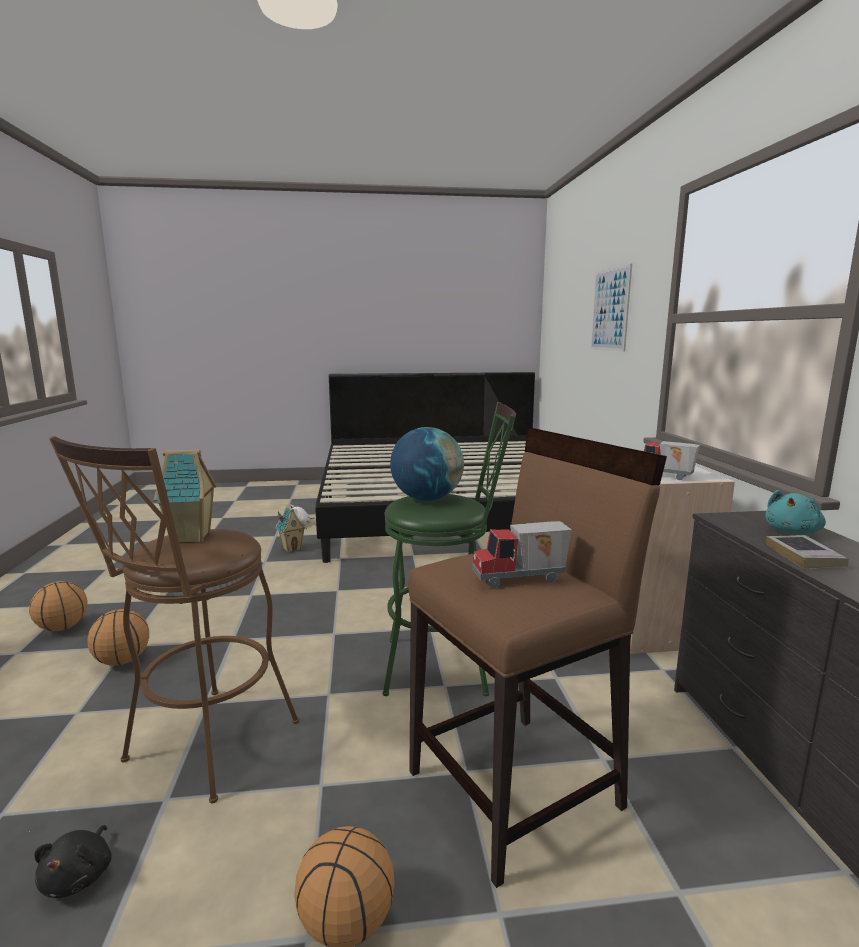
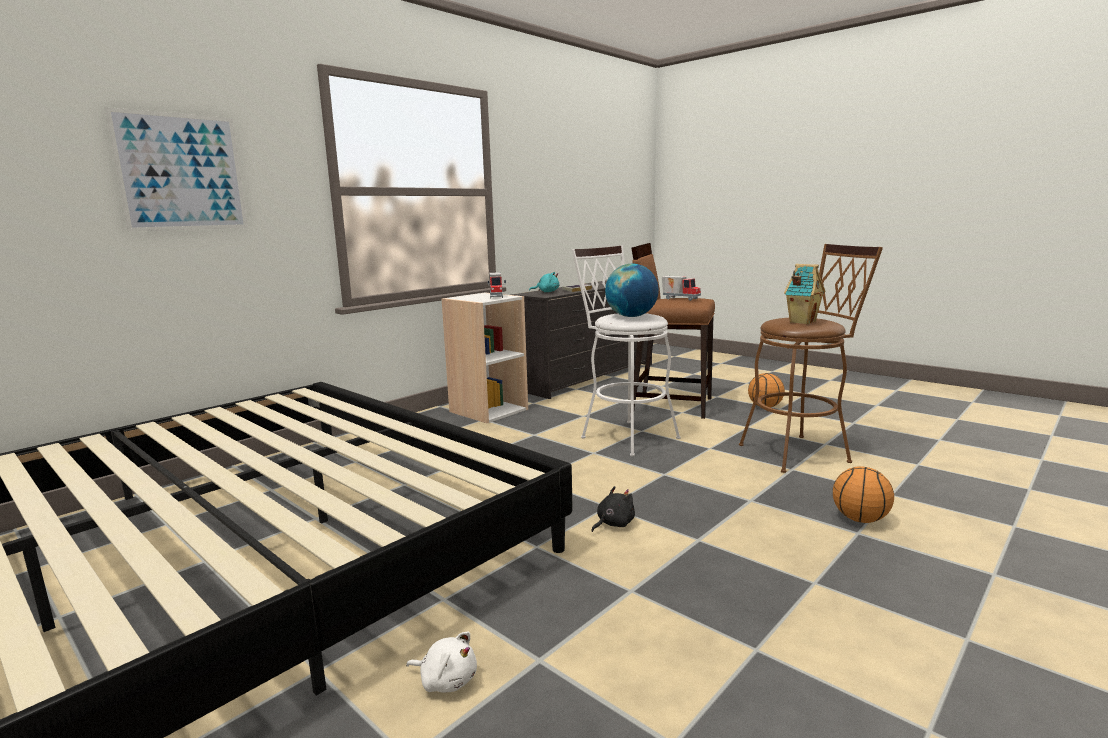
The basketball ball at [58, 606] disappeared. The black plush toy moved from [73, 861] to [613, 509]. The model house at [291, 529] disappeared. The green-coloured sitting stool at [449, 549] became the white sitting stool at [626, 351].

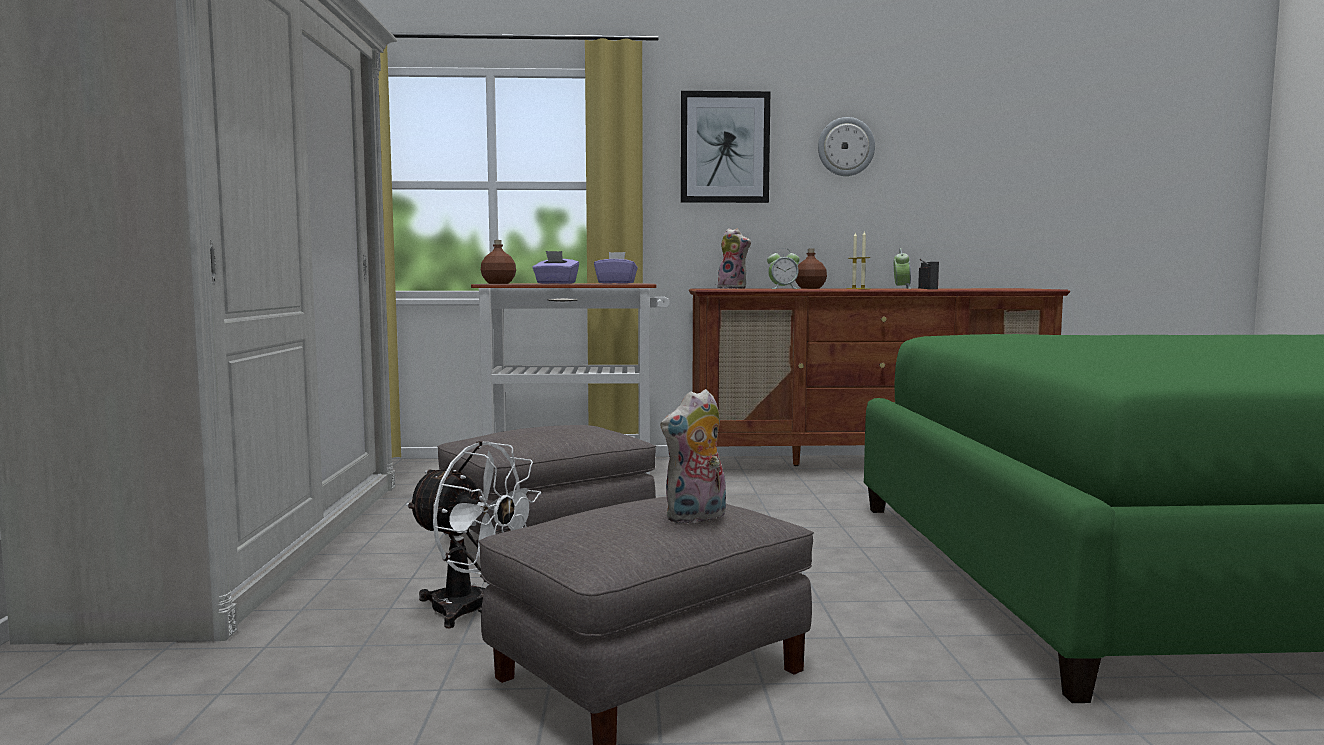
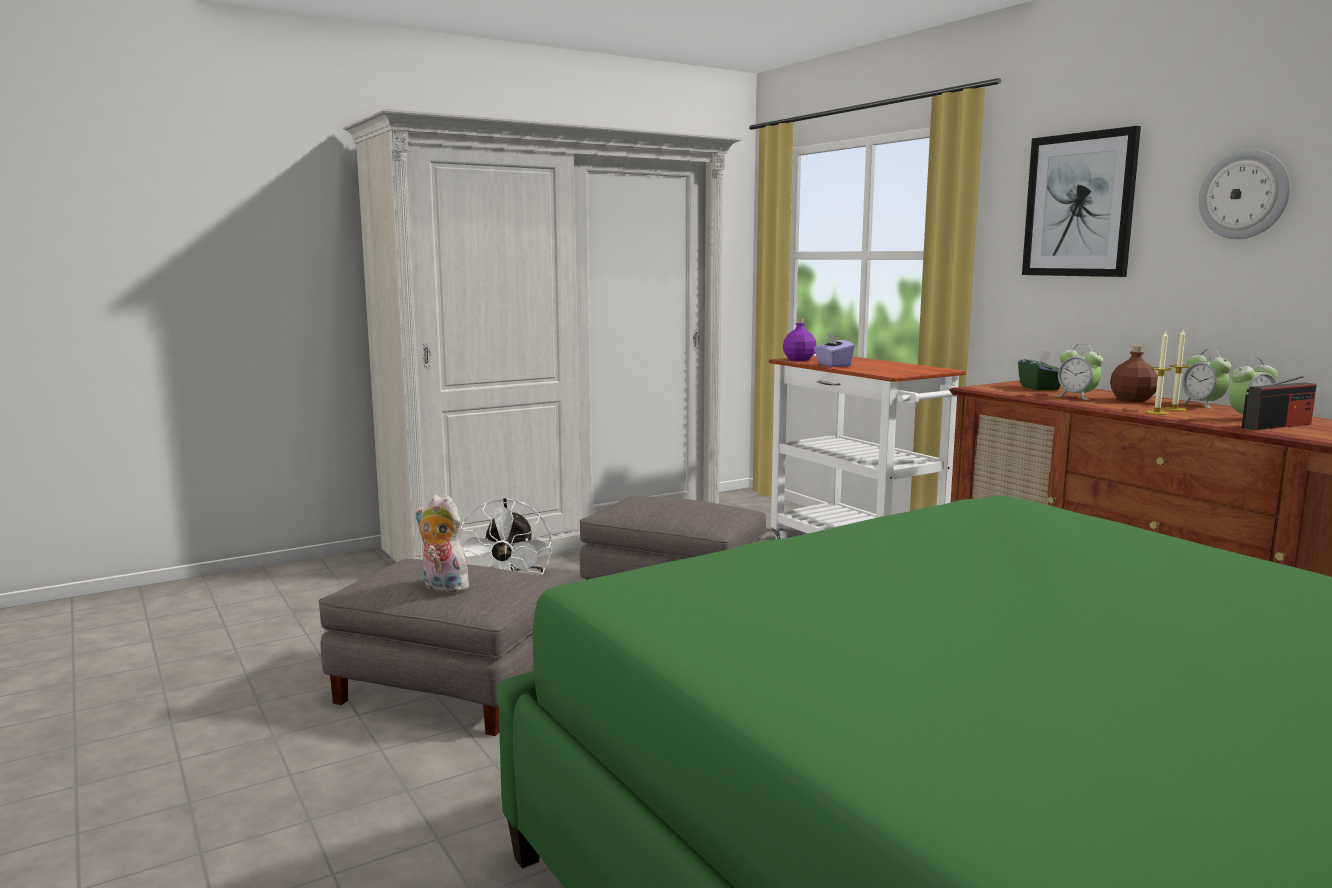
The brownish drink bottle at [498, 262] became the purplish drink bottle at [799, 339]. The purplish tissue box at [616, 268] disappeared. The plush toy at [734, 258] was replaced by the green-coloured tissue box at [1039, 370]. The table clock at [1205, 379] appeared.

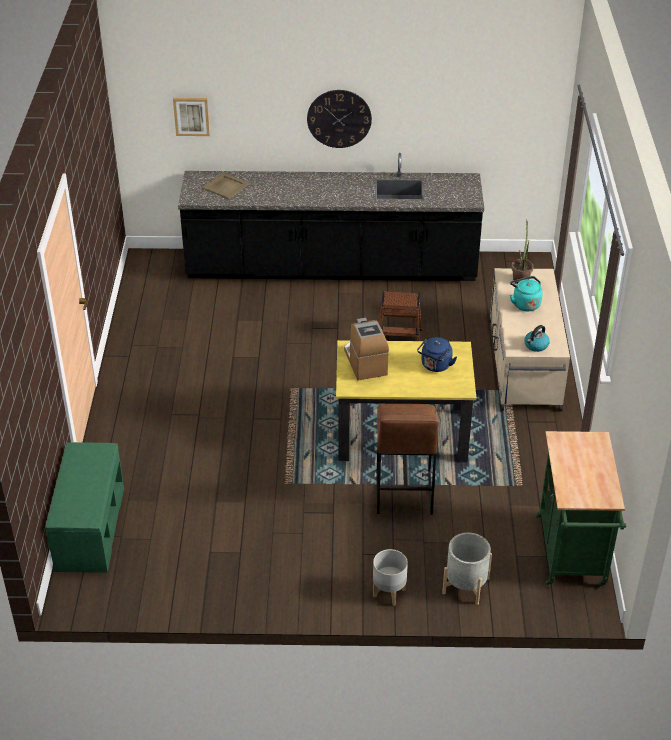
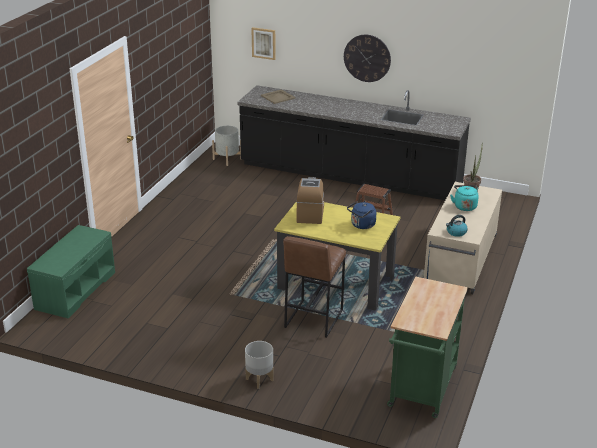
The grey planter moved from [467, 568] to [227, 146].

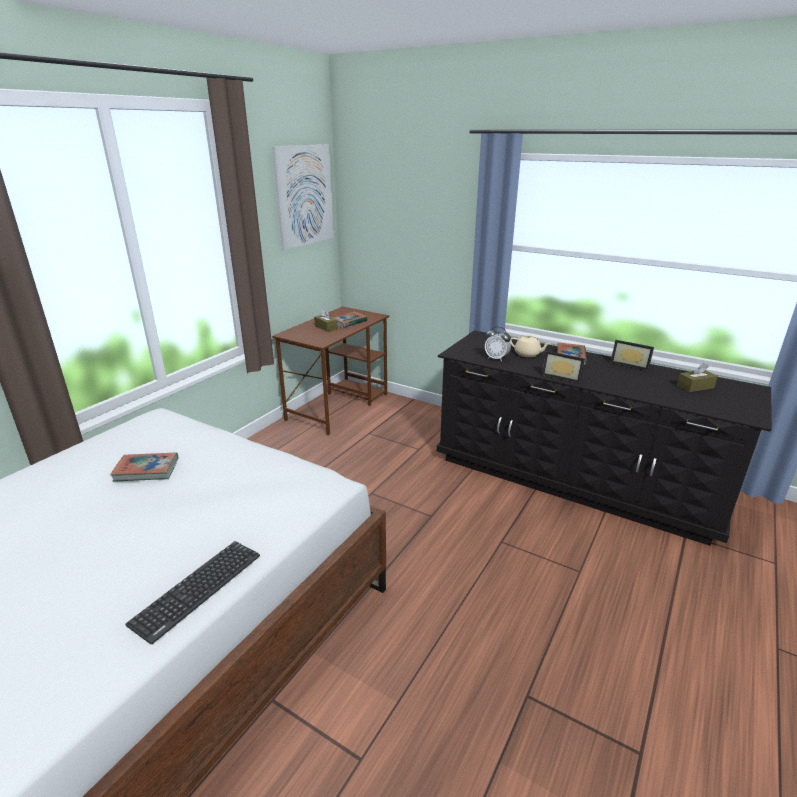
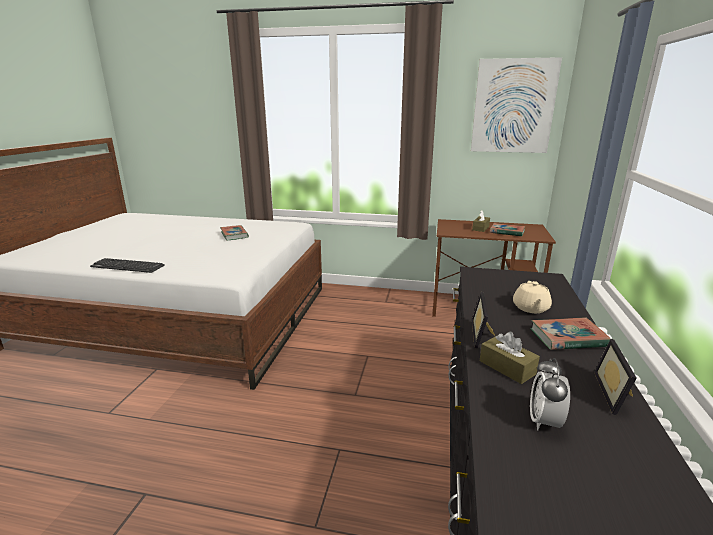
The table clock moved from [498, 344] to [550, 394]. The brownish tissue box moved from [697, 377] to [510, 358].

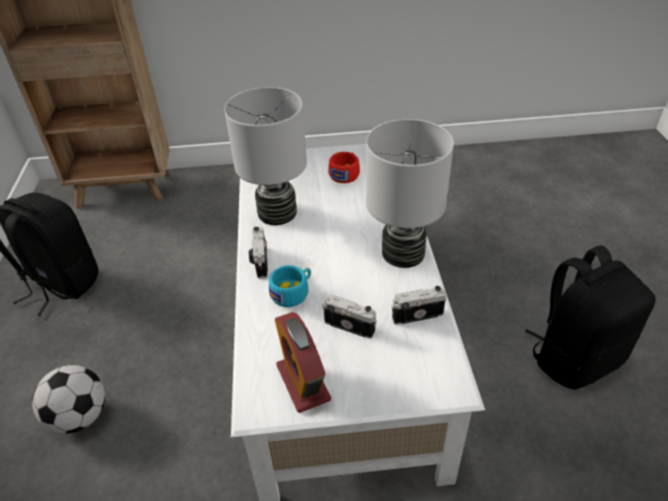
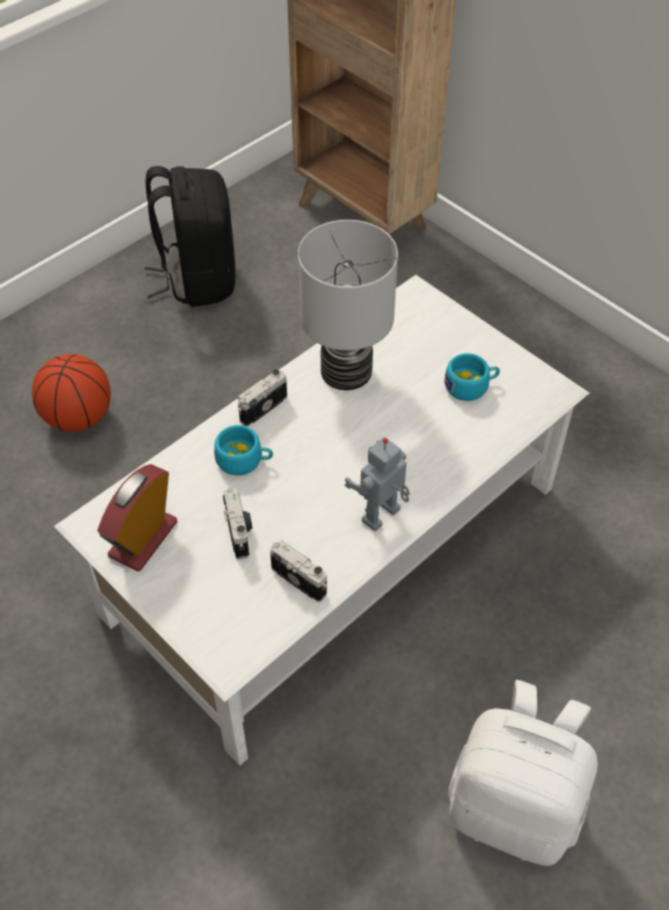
The football ball at [68, 399] was replaced by the basketball ball at [71, 393]. The red small cup at [344, 167] became the turquoise-coloured small cup at [472, 377]. The grey lamp for a table at [410, 193] was replaced by the model robot at [377, 484]. The black rucksack at [590, 317] became the white rucksack at [523, 773].

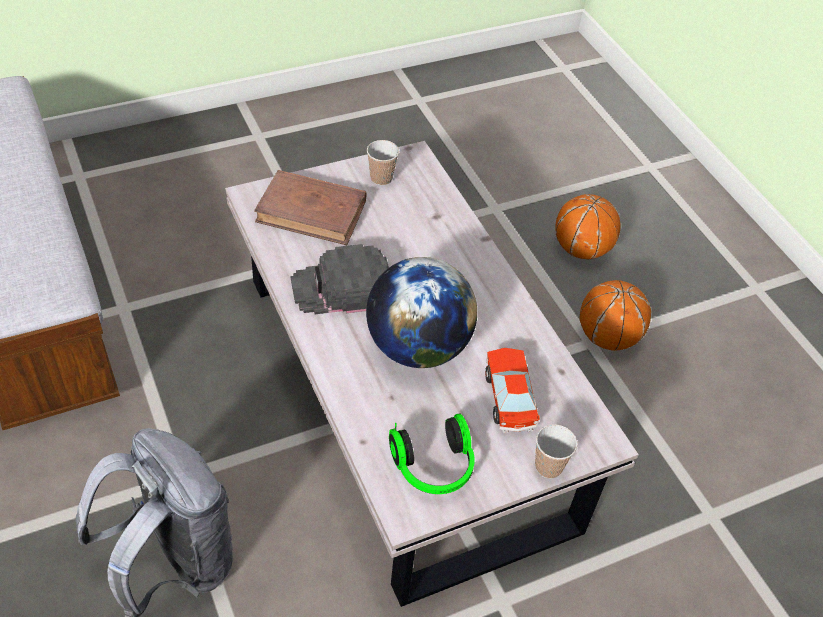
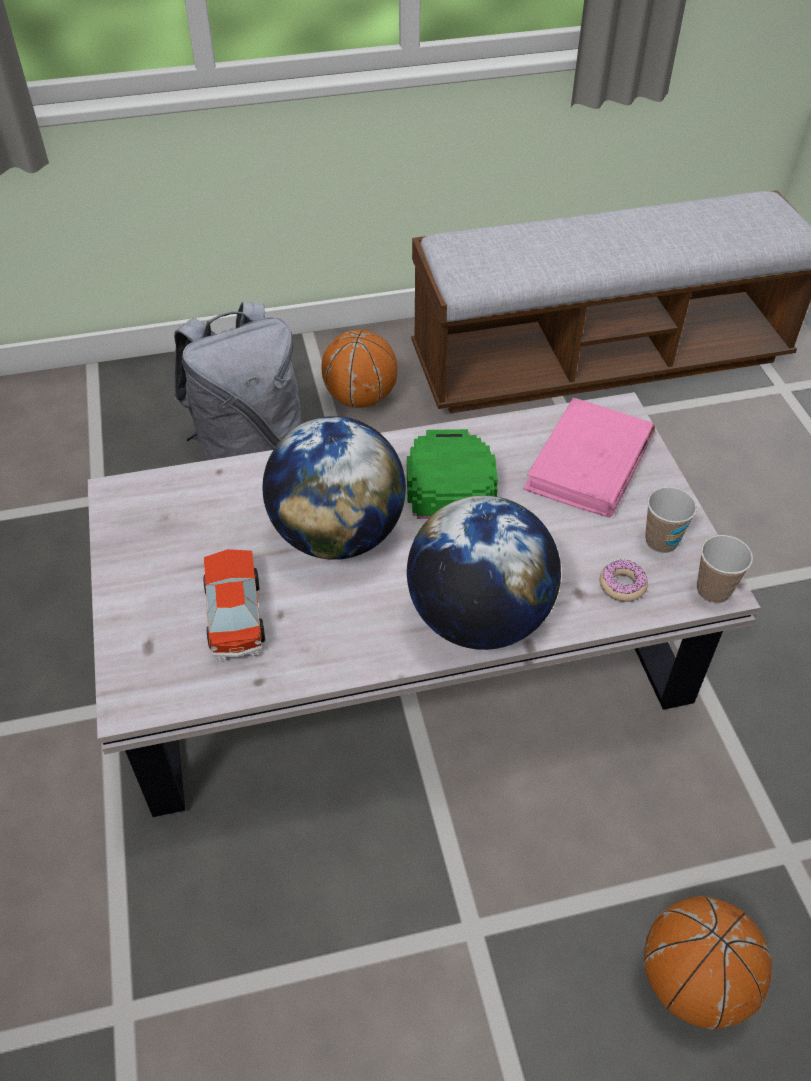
The brownish volume at [310, 207] became the pink-coloured volume at [589, 458]. The black cap at [340, 279] became the green-coloured cap at [452, 474]. The headset at [432, 453] disappeared. The miniature car at [512, 390] turned 105 degrees counterclockwise. The small cup moved from [556, 451] to [725, 569]. The basketball ball moved from [615, 315] to [360, 369]. The globe at [484, 572] appeared. The donut at [624, 580] appeared.

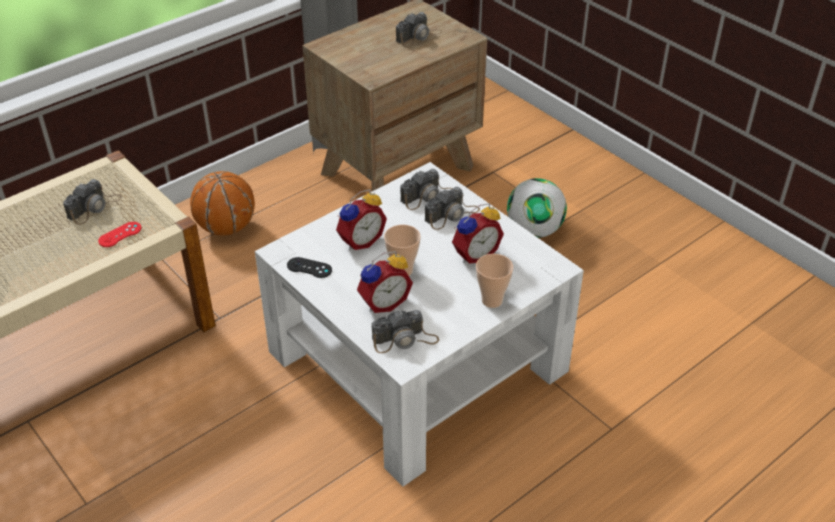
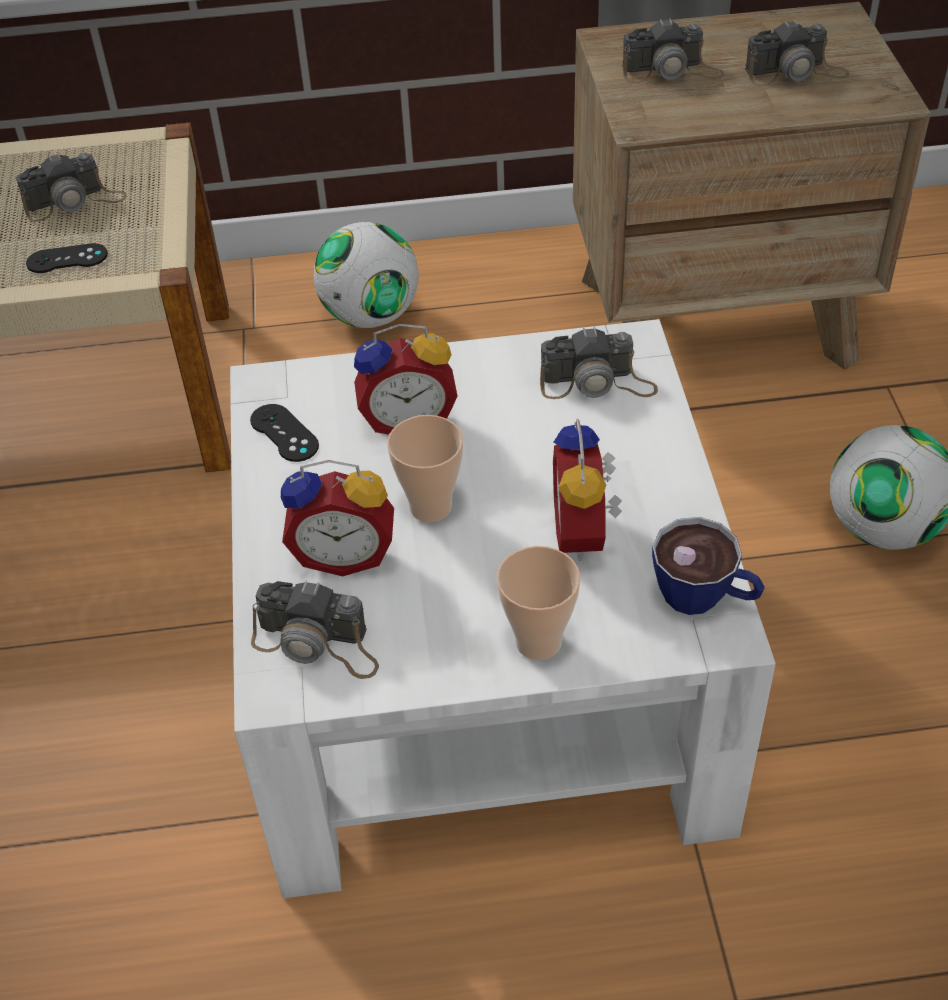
The red joypad at [119, 234] became the black joypad at [67, 258]. The basketball ball at [222, 203] was replaced by the football ball at [366, 275]. The still camera moved from [452, 208] to [673, 50]. The table clock at [478, 233] turned 90 degrees clockwise. The small cup at [708, 566] appeared.

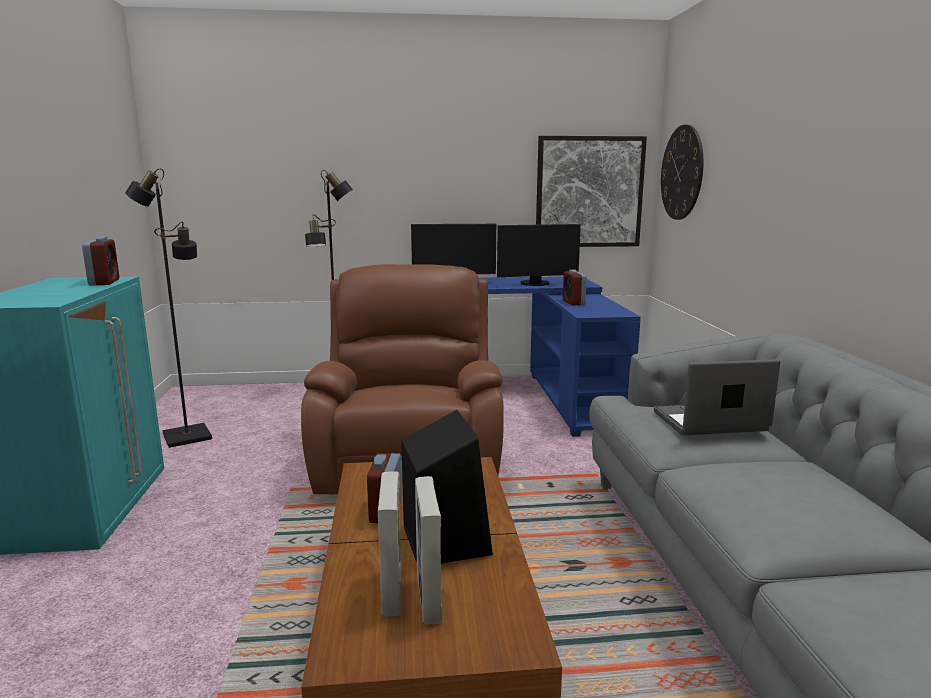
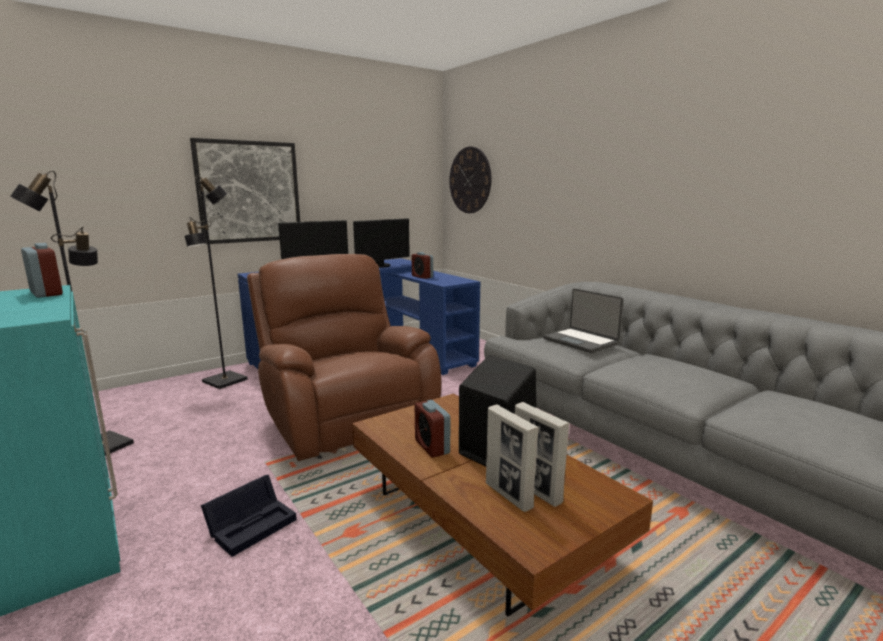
The wall art moved from [591, 191] to [245, 191]. The notebook computer at [717, 397] turned 90 degrees counterclockwise. The black storage container at [249, 516] appeared.

